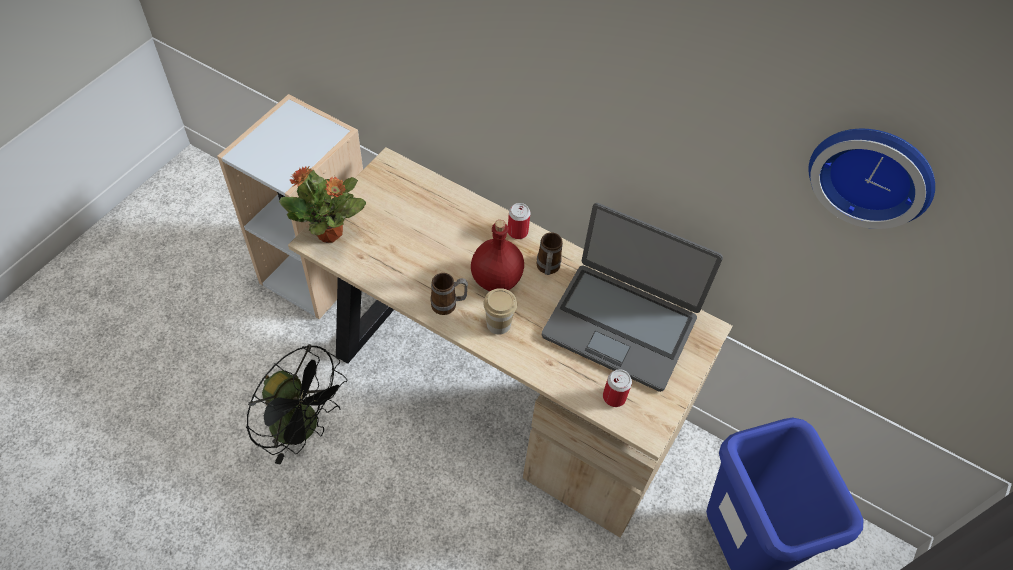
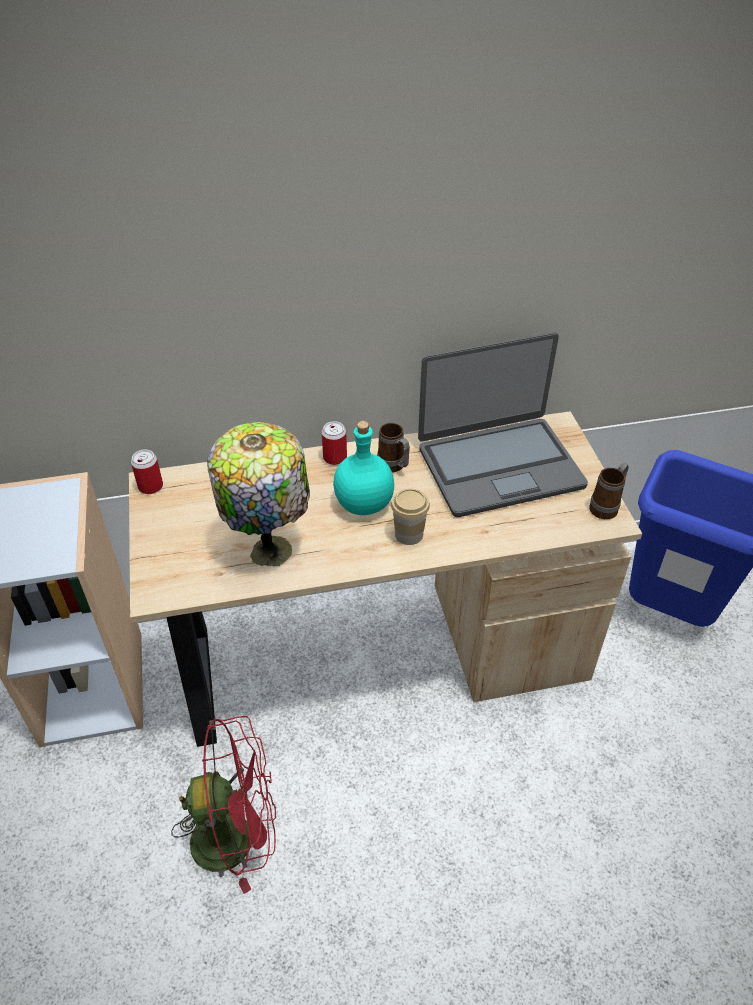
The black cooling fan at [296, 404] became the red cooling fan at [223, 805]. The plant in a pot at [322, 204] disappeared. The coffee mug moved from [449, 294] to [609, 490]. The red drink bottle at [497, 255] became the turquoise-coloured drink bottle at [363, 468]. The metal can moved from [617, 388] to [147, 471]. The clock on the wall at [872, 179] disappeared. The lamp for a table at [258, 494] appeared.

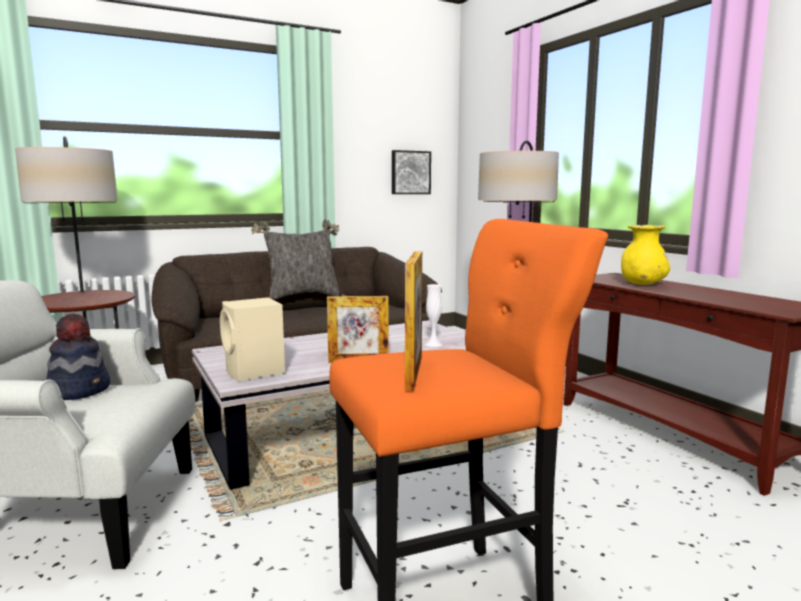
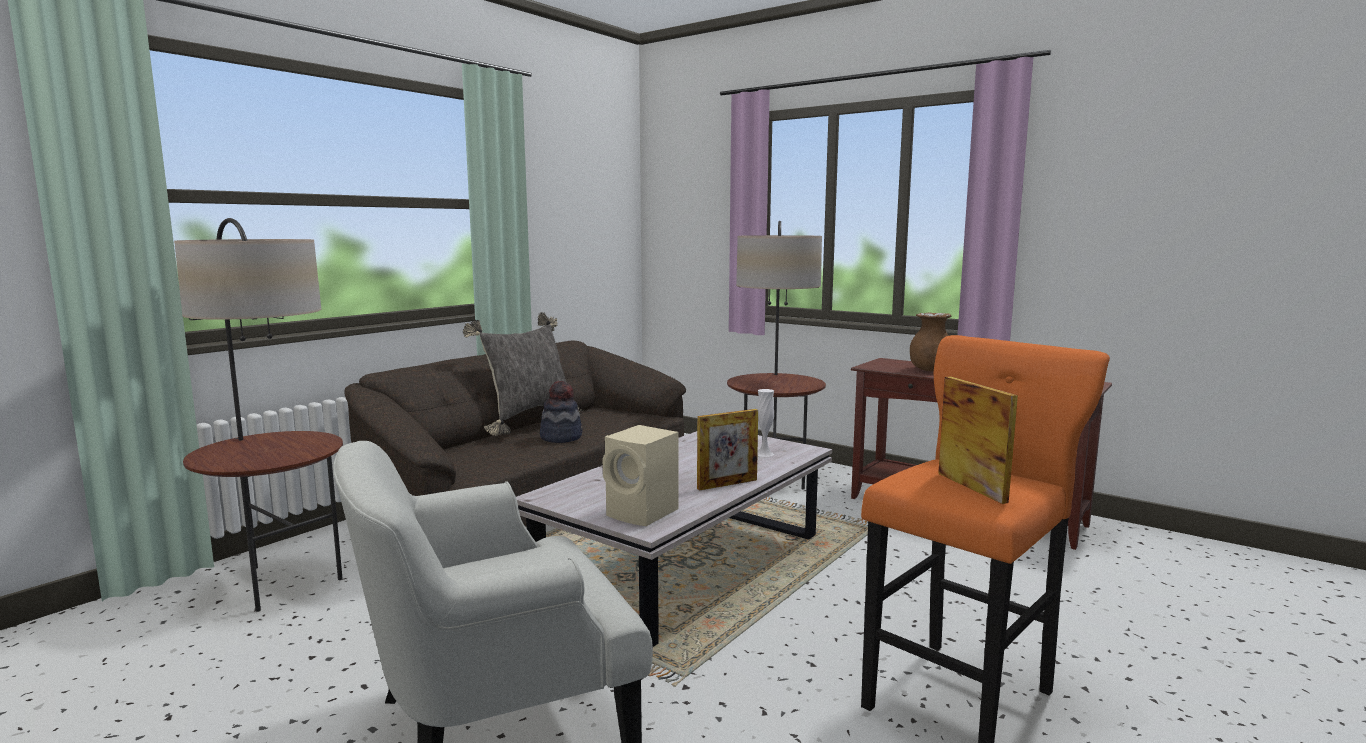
The clothing hat moved from [78, 356] to [561, 412]. The wall art at [411, 172] disappeared. The yellowish decorative vase at [645, 255] became the brownish decorative vase at [930, 341].

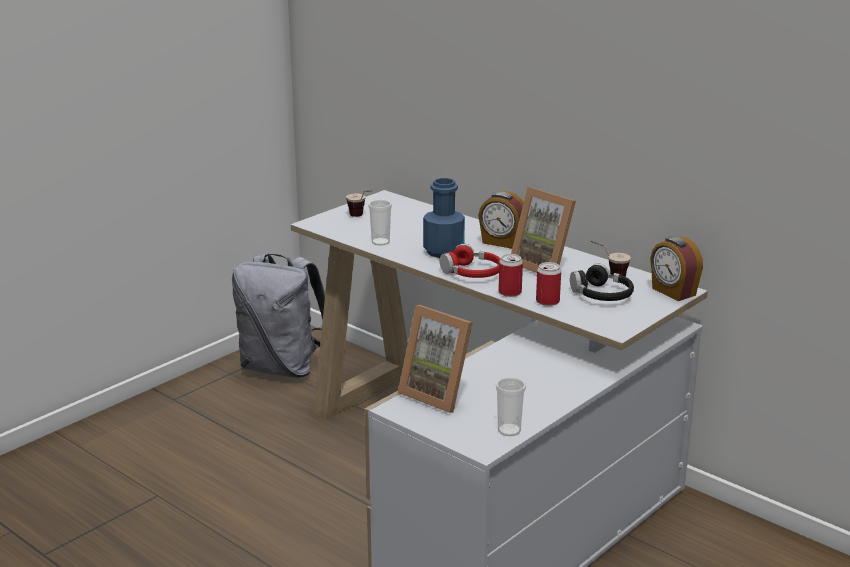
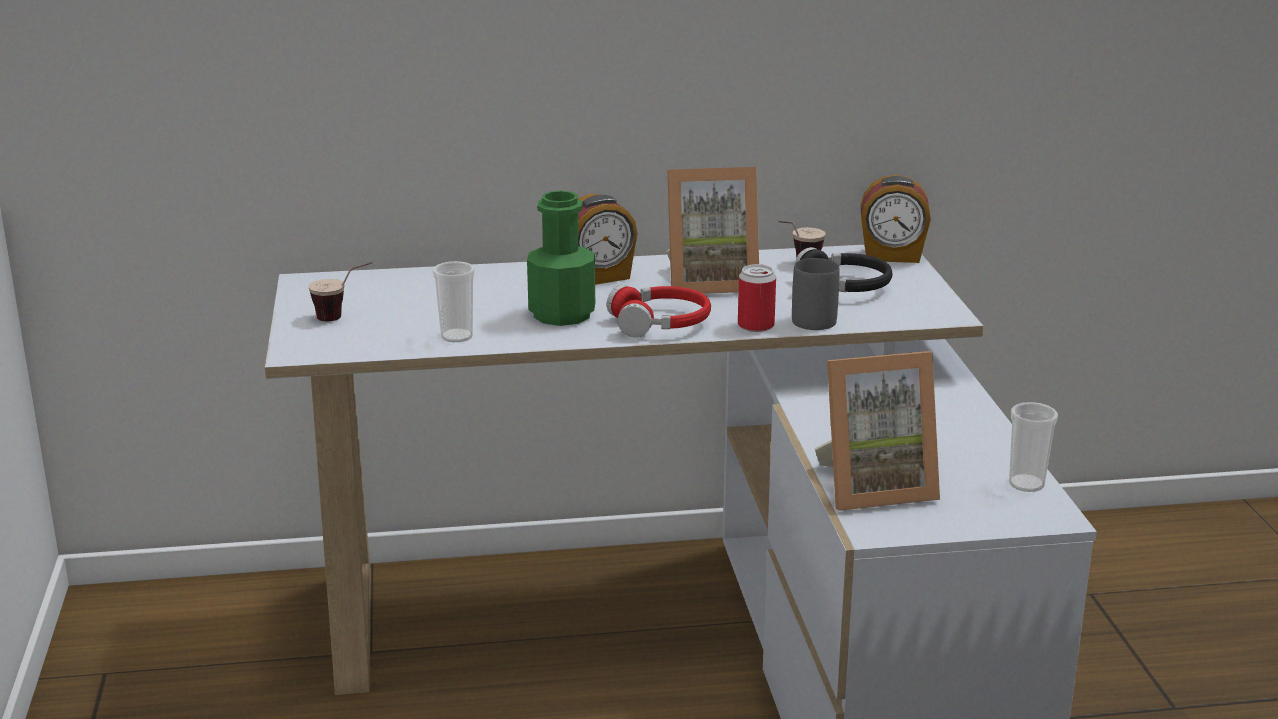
The grey rucksack at [278, 315] disappeared. The blue-coloured drink bottle at [444, 218] became the green-coloured drink bottle at [561, 258]. The metal can at [548, 284] was replaced by the grey coffee mug at [816, 294].

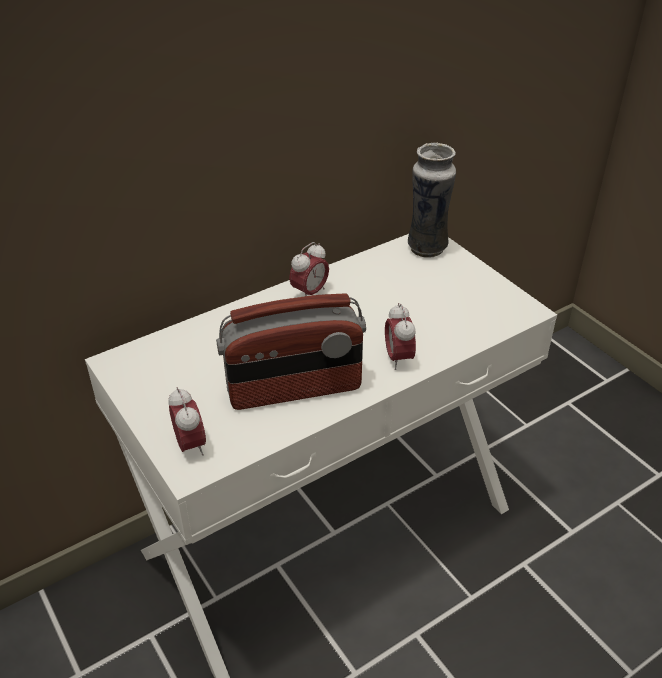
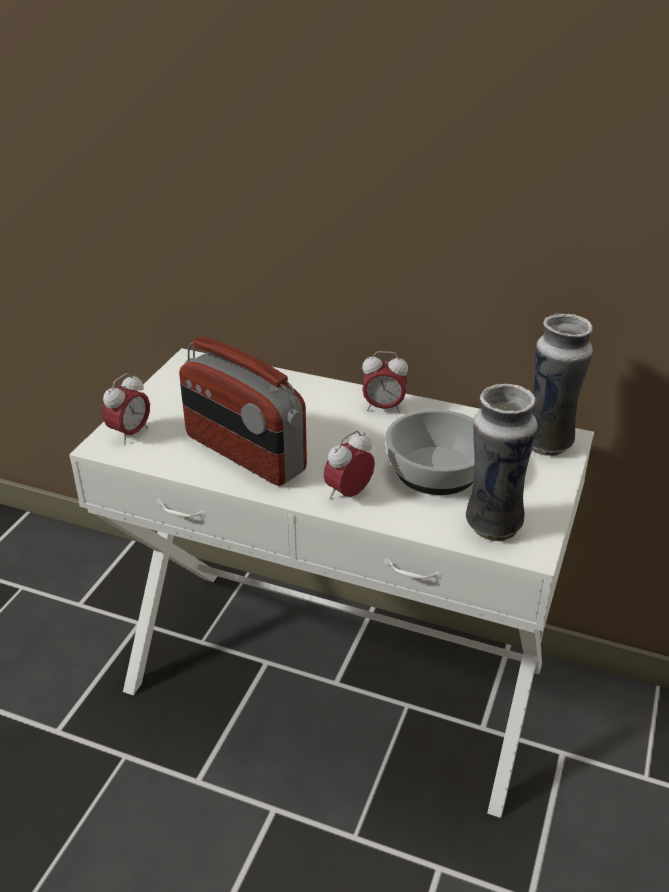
The bowl at [430, 452] appeared. The decorative vase at [502, 462] appeared.

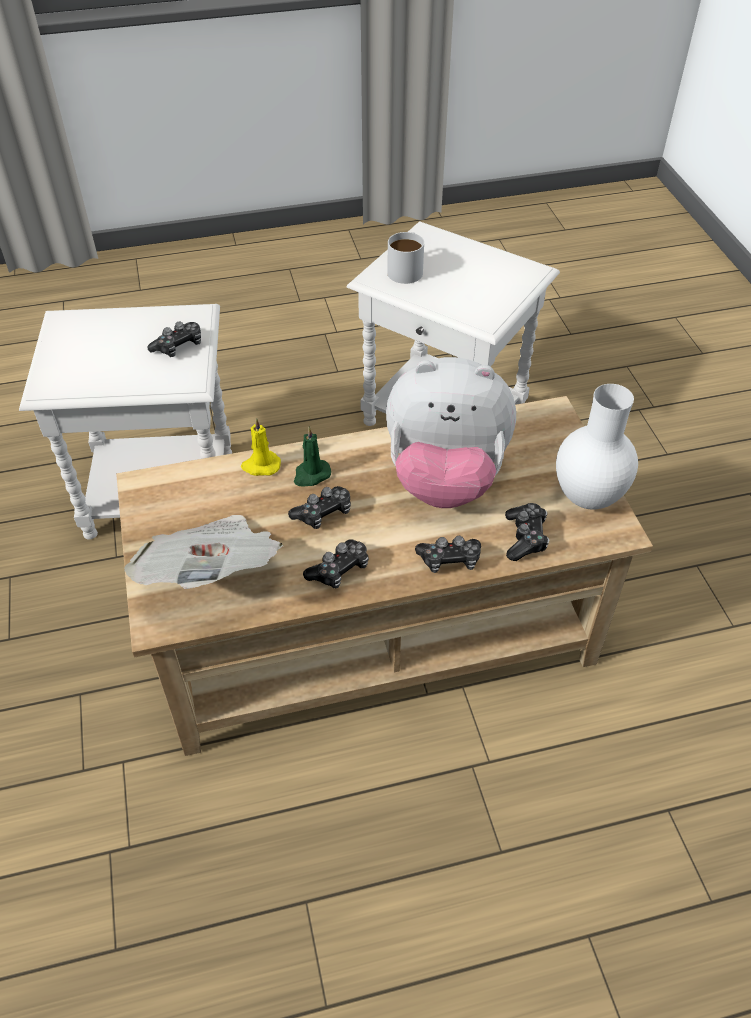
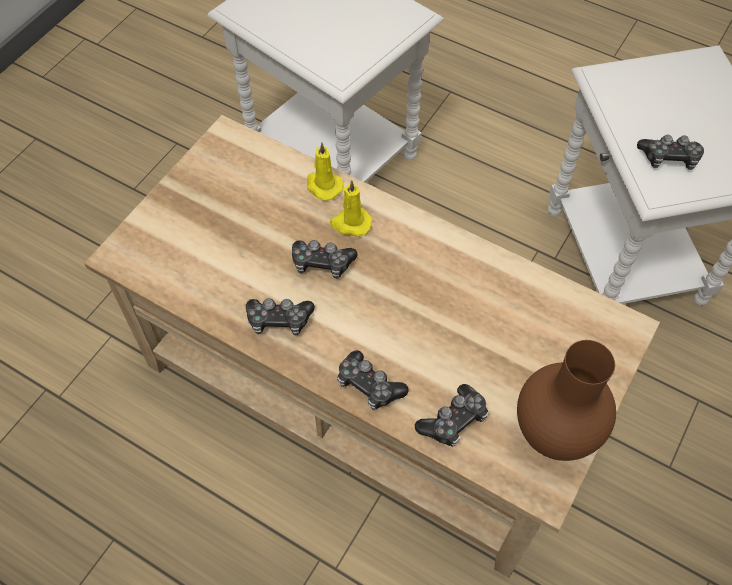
The printed paper at [203, 552] disappeared. The joypad moved from [174, 339] to [670, 152]. The green-coloured wax light at [312, 457] became the yellowish wax light at [351, 208]. The plush toy at [451, 432] disappeared. The white coffee mug at [405, 258] disappeared. The white decorative vase at [597, 446] became the brownish decorative vase at [566, 400].

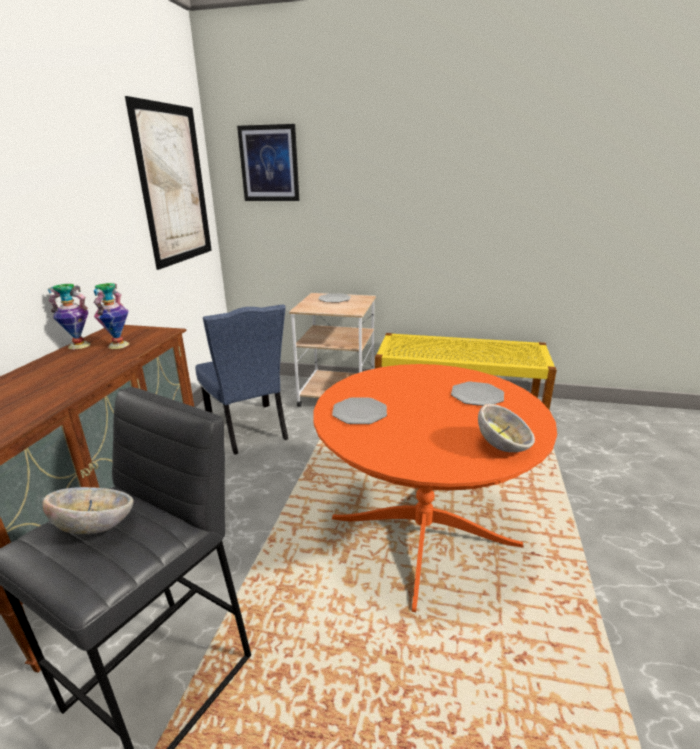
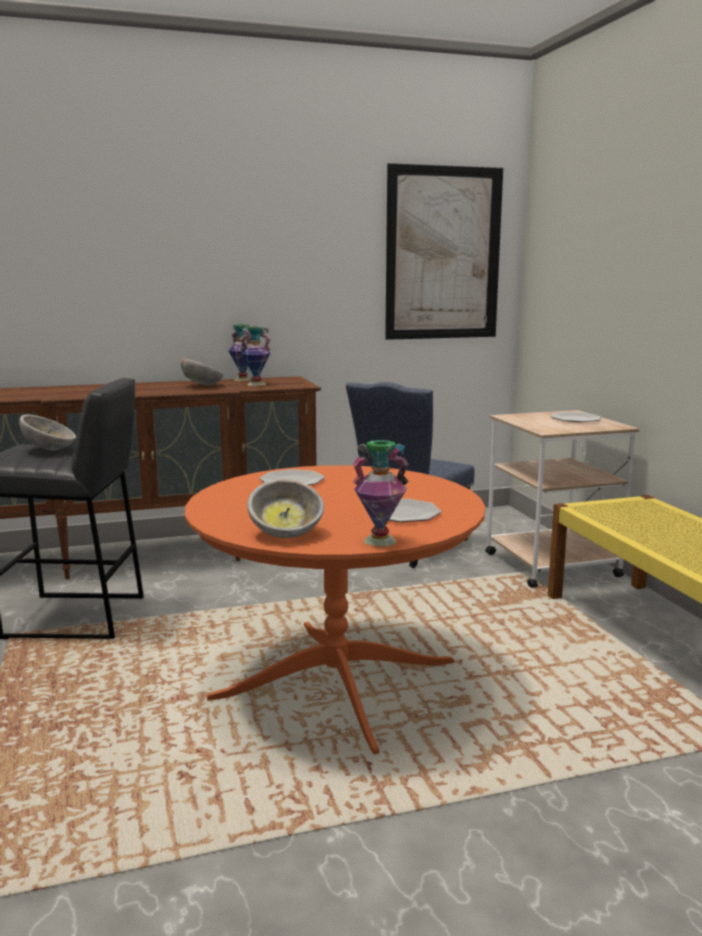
The wall art at [268, 162] disappeared. The bowl at [202, 372] appeared. The decorative vase at [381, 493] appeared.

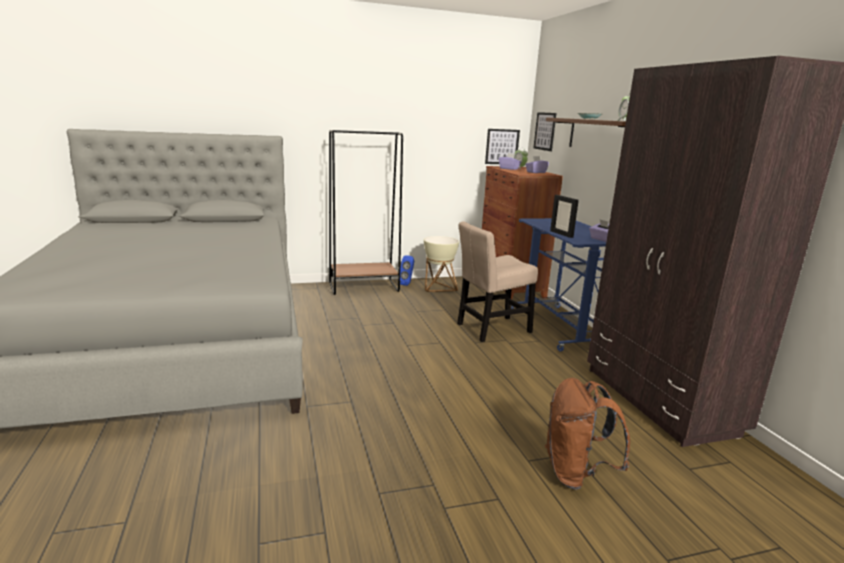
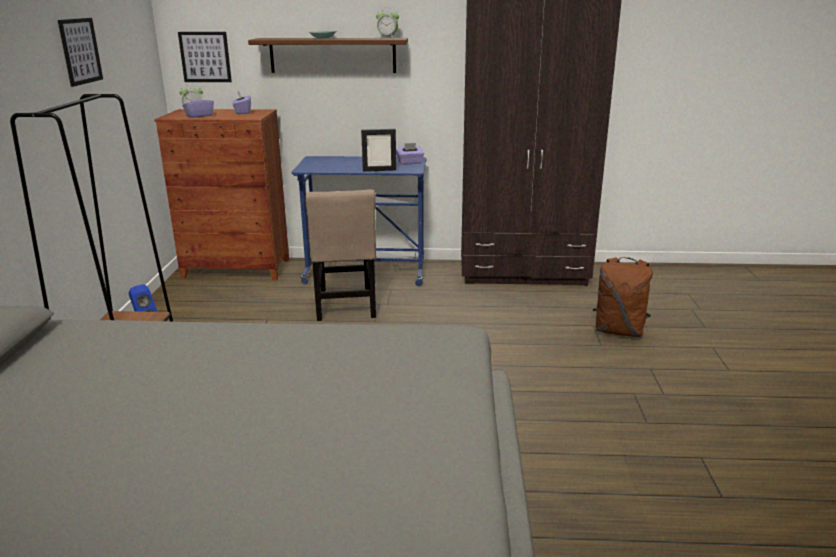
The planter at [441, 264] disappeared. The wall art moved from [502, 146] to [80, 52].

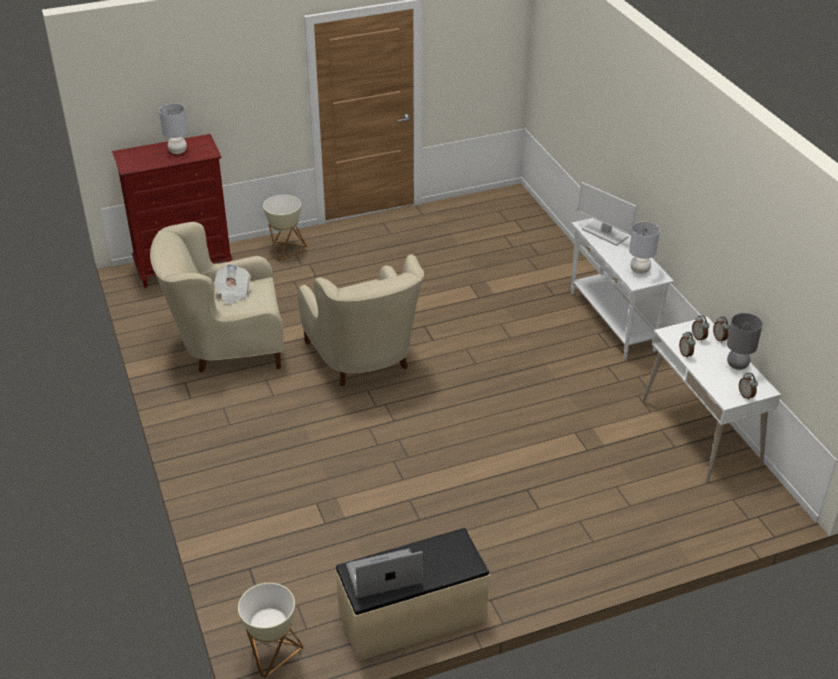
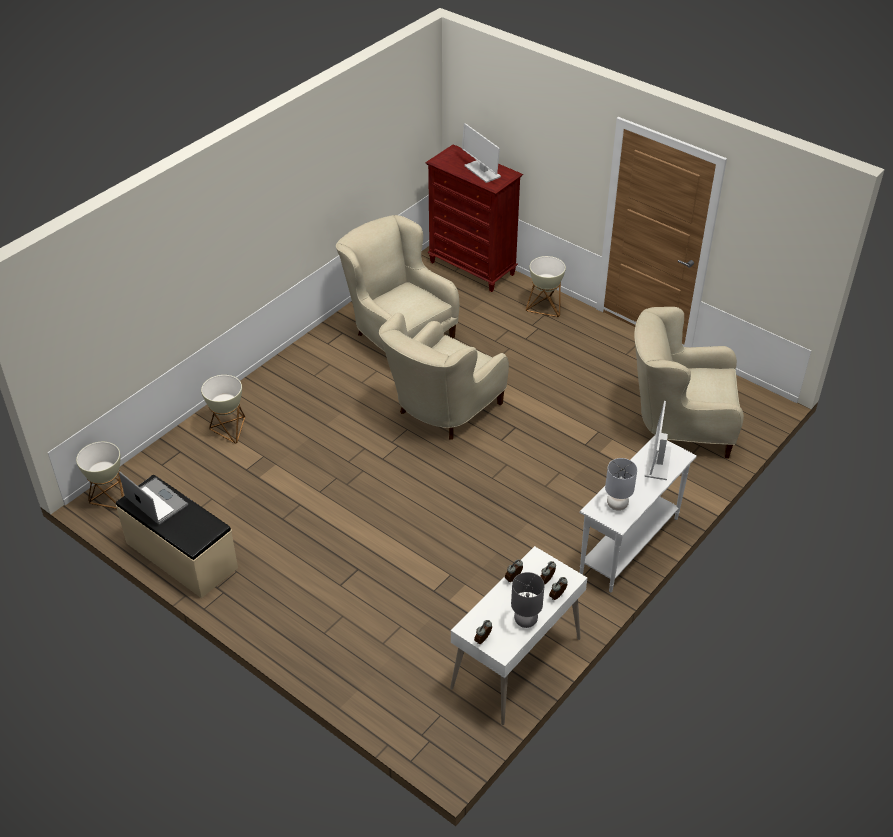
The grey lamp for a table at [173, 128] was replaced by the computer display at [481, 153]. The printed paper at [232, 284] disappeared. The planter at [223, 409] appeared. The sand-coloured armchair at [689, 383] appeared.

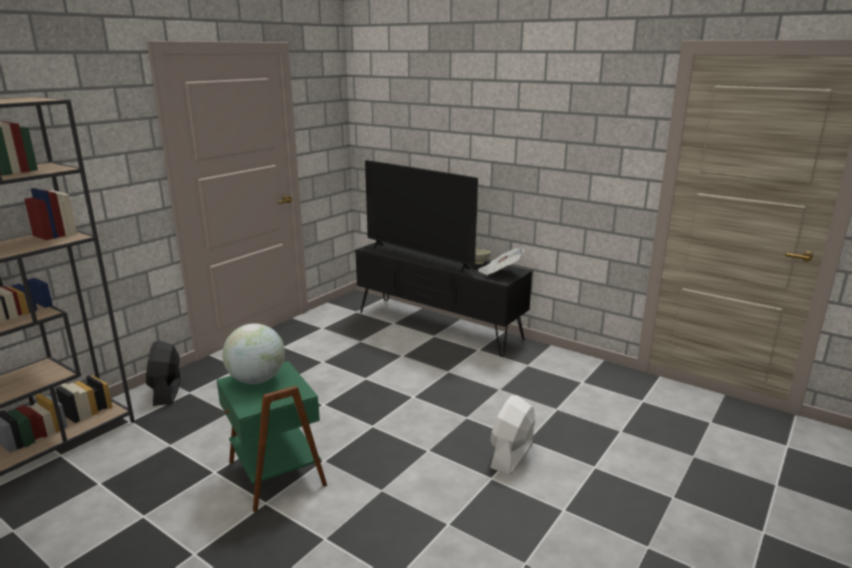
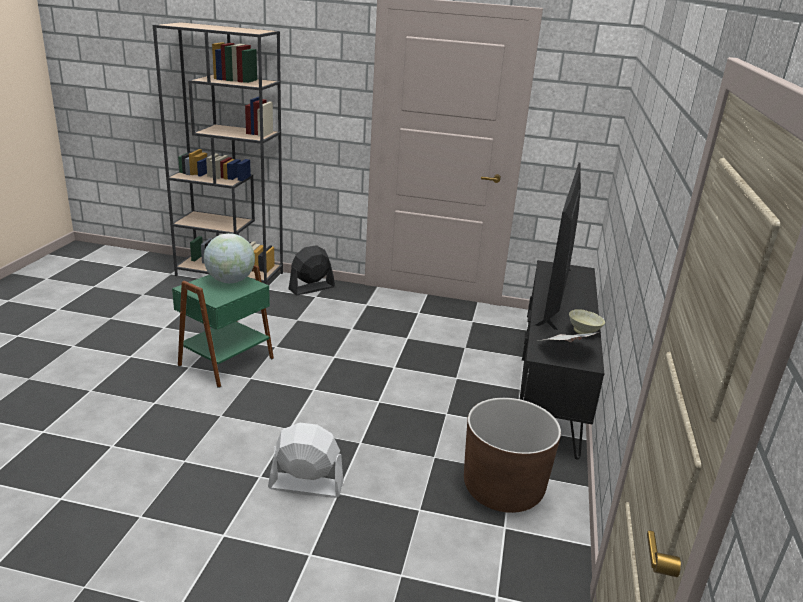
The brownish planter at [512, 455] appeared.

